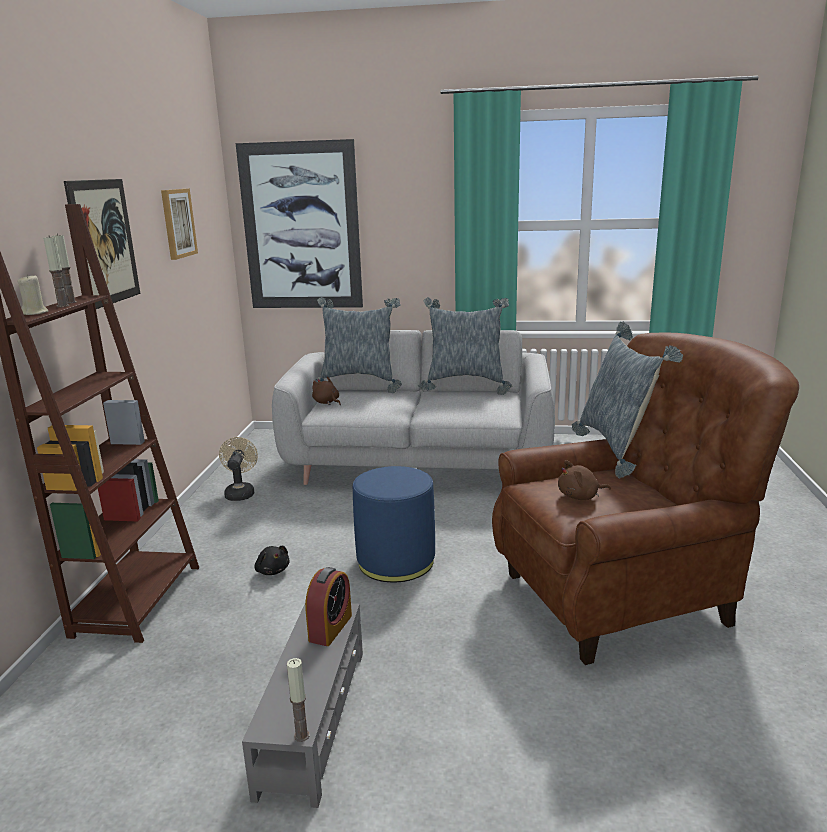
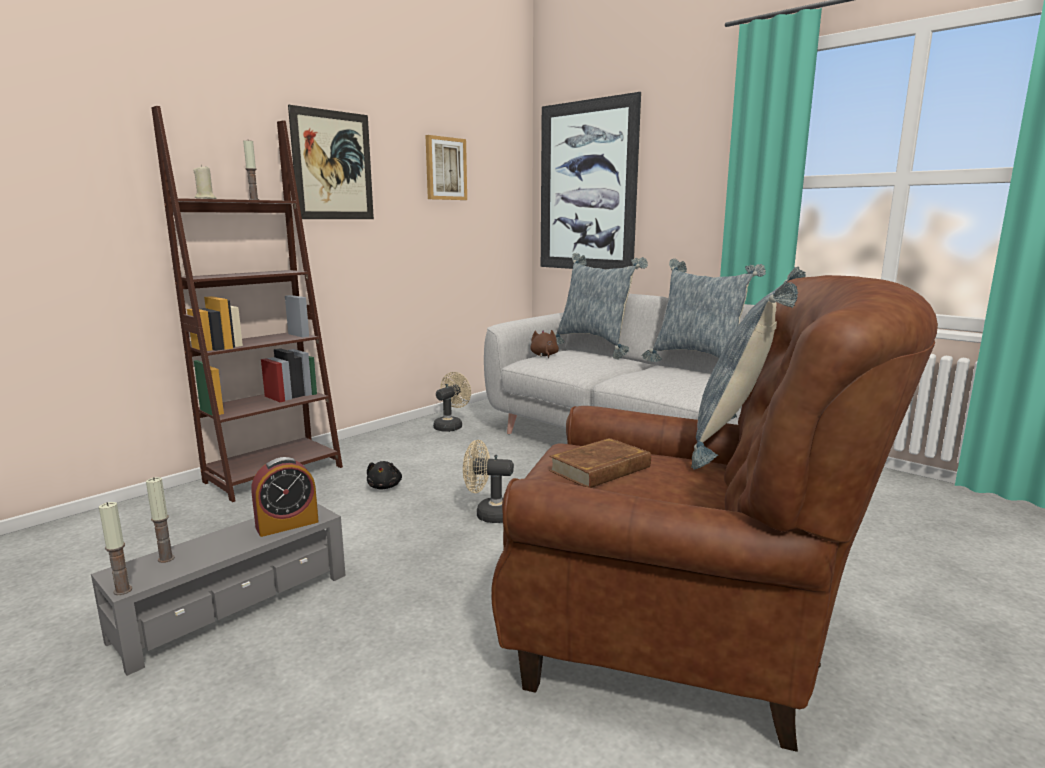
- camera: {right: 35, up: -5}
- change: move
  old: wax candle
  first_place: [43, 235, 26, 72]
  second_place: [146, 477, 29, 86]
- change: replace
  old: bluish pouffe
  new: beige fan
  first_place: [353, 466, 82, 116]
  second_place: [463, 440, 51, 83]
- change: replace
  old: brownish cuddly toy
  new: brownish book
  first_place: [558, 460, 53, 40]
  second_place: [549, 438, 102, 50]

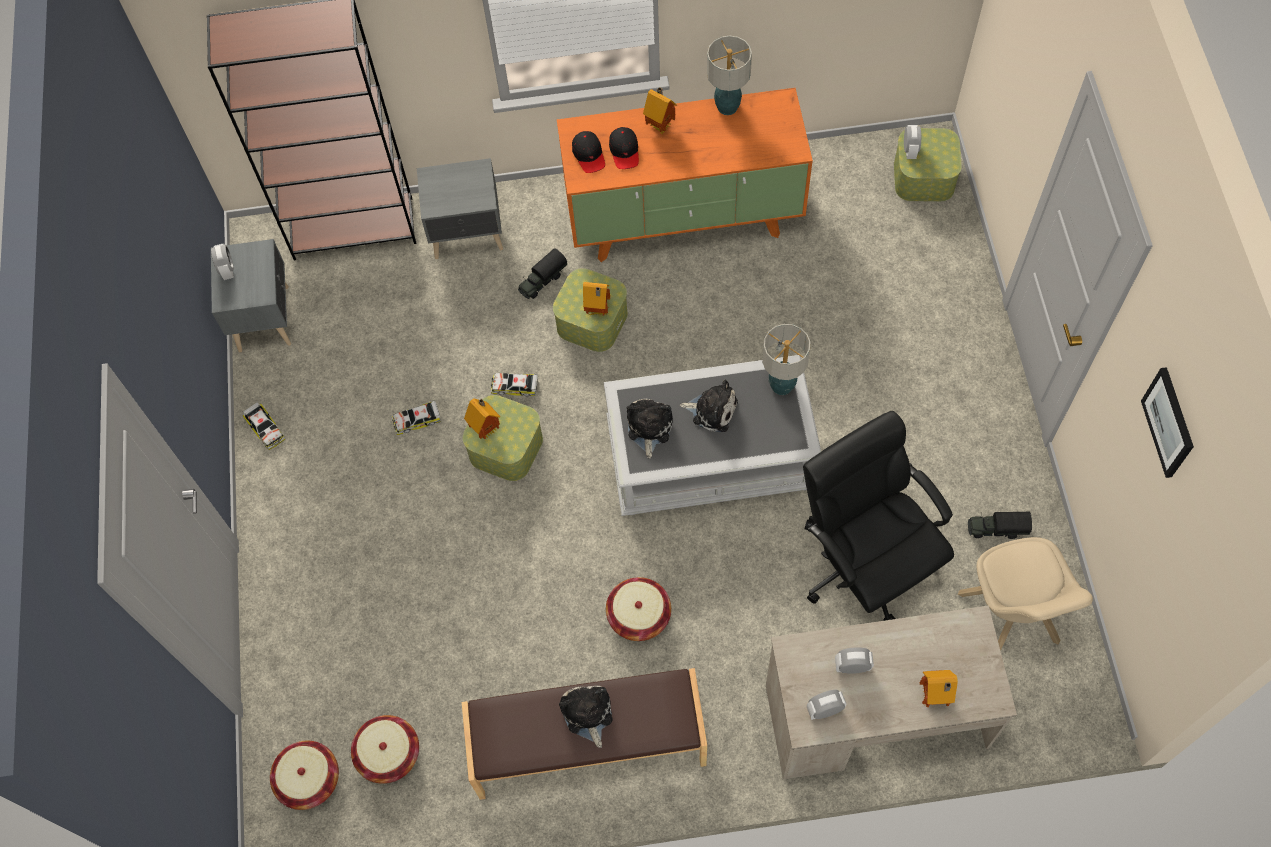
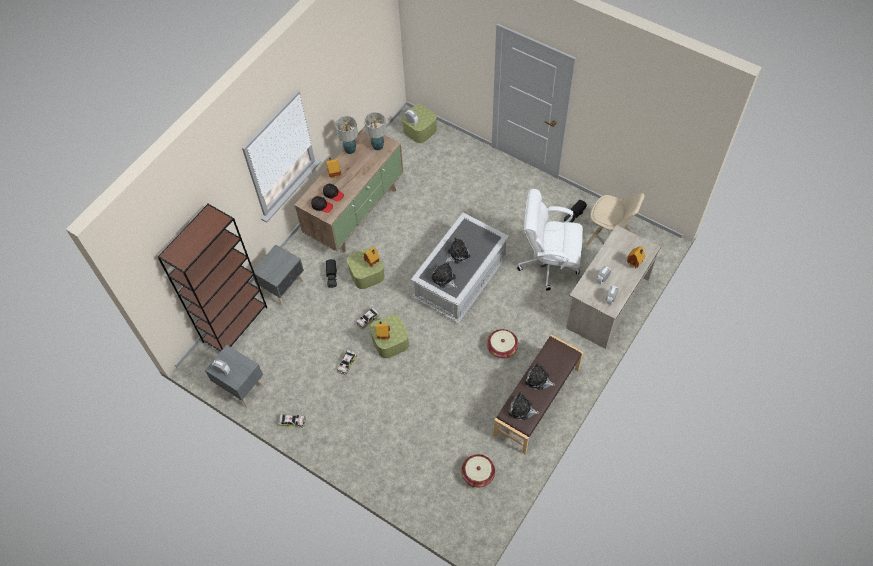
- camera: {right: -50, up: -5}
- change: recolor
  old: orange drawer chest
  new: green drawer chest
  first_place: [557, 88, 256, 174]
  second_place: [295, 126, 109, 127]
- change: move
  old: table lamp
  first_place: [762, 324, 49, 71]
  second_place: [364, 112, 23, 39]
- change: insert
  new: cuddly toy
  second_place: [509, 392, 30, 28]
- change: recolor
  old: black desk chair
  new: white-coloured desk chair
  first_place: [803, 411, 151, 210]
  second_place: [517, 189, 66, 102]
- change: delete
  old: basket
  first_place: [270, 741, 69, 69]
- change: delete
  old: wall picture
  first_place: [1141, 367, 53, 111]

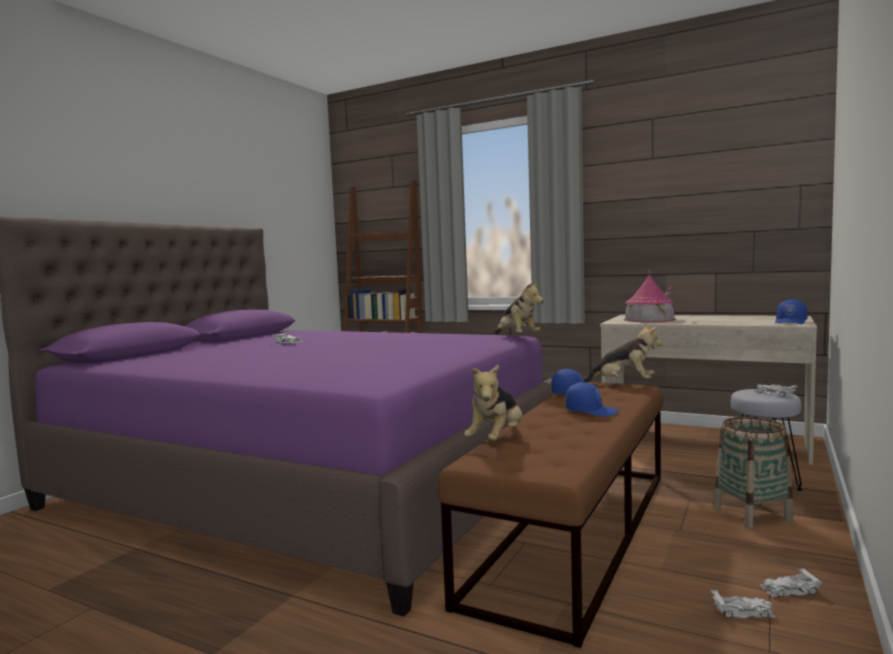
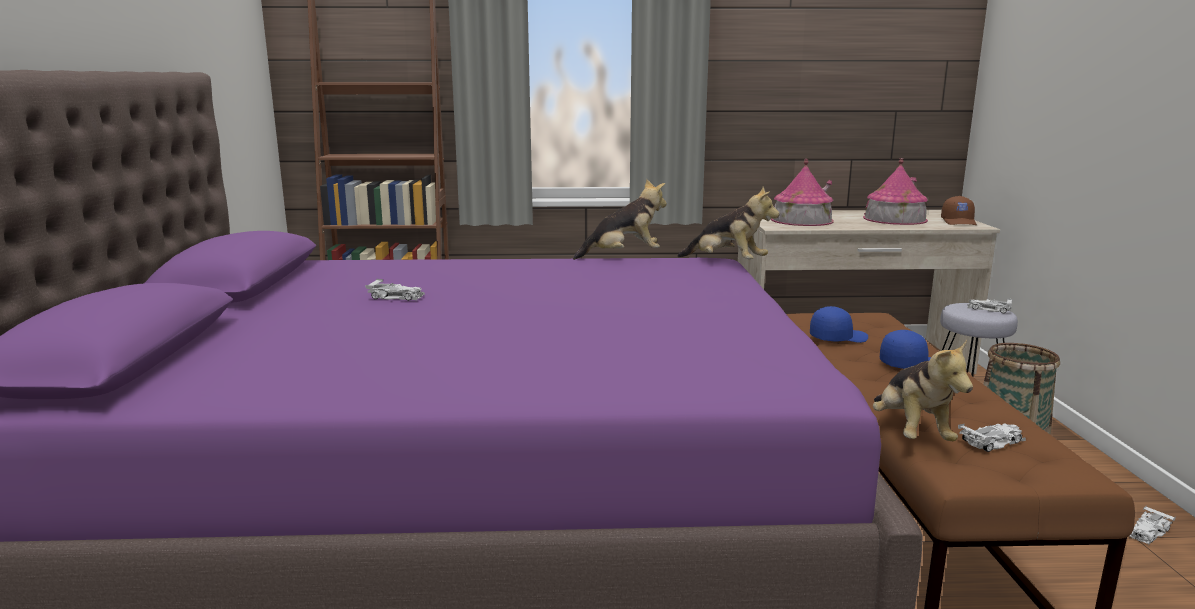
- camera: {right: -30, up: 10}
- change: move
  old: cuddly toy
  first_place: [583, 323, 79, 59]
  second_place: [573, 179, 94, 81]
- change: insert
  new: model house
  second_place: [863, 158, 65, 67]
- change: recolor
  old: bluish cap
  new: brownish cap
  first_place: [775, 299, 33, 25]
  second_place: [941, 196, 36, 29]
- change: move
  old: white-coloured toy car
  first_place: [711, 590, 64, 28]
  second_place: [958, 424, 68, 28]

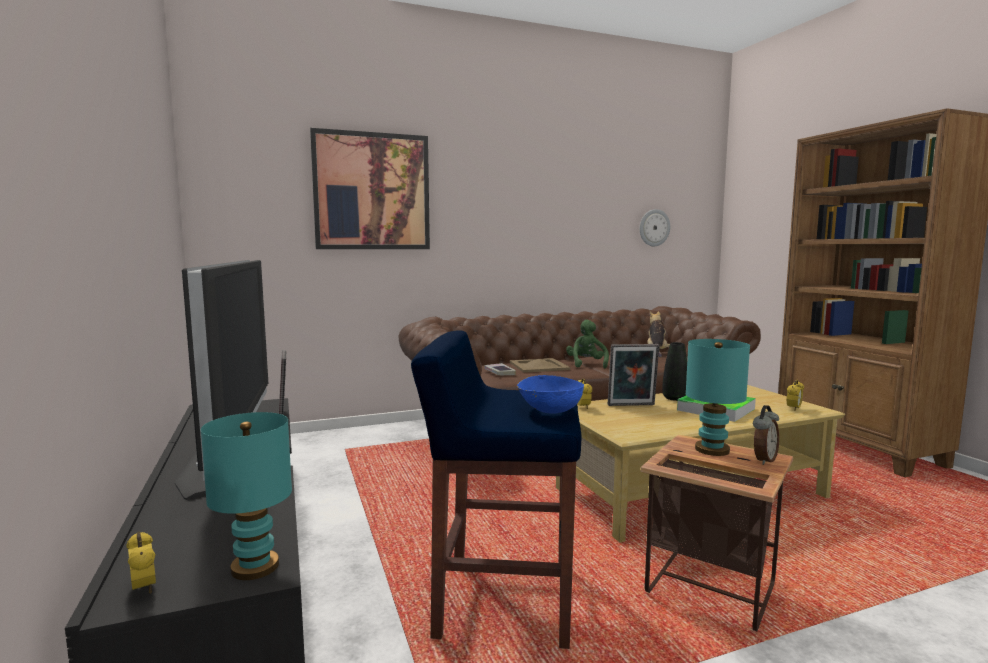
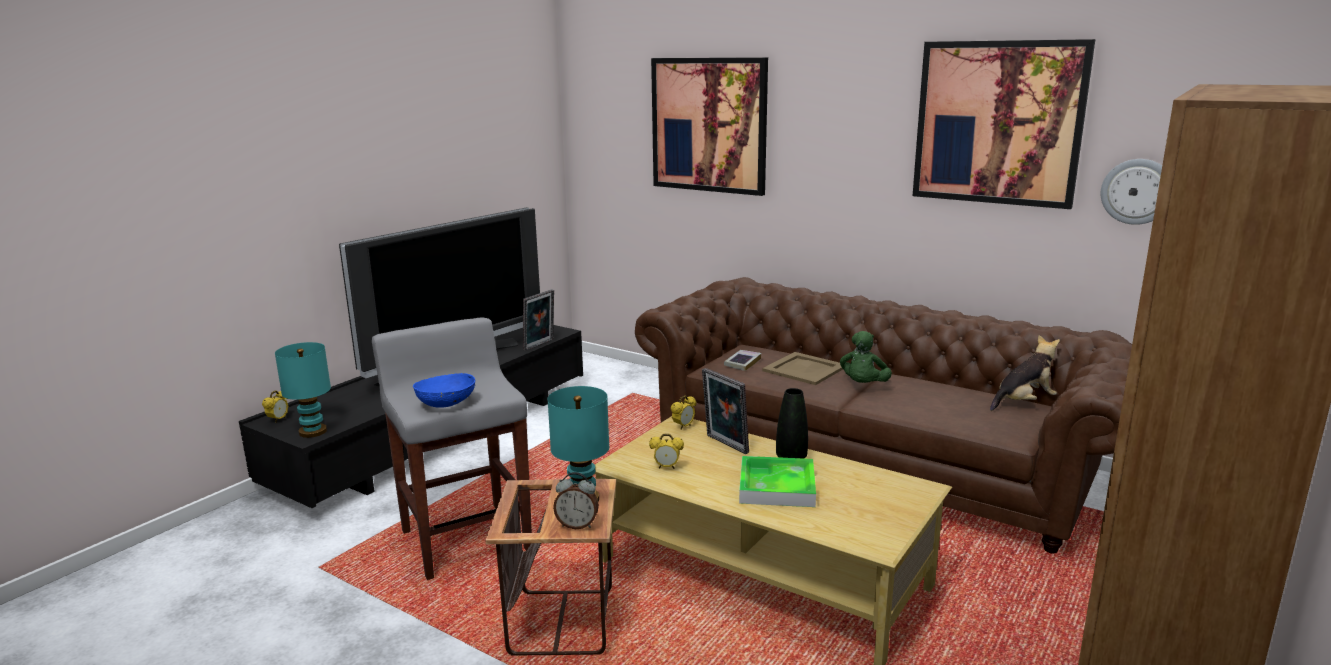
- camera: {right: 55, up: 10}
- change: recolor
  old: bluish sitting stool
  new: greyish sitting stool
  first_place: [411, 330, 171, 319]
  second_place: [372, 317, 160, 263]
- change: move
  old: table clock
  first_place: [787, 380, 17, 31]
  second_place: [649, 434, 35, 35]
- change: rotate
  old: green cuddly toy
  first_place: [566, 320, 43, 49]
  second_place: [840, 331, 52, 52]
  degrees: 150
- change: insert
  new: wall picture
  second_place: [913, 39, 182, 170]

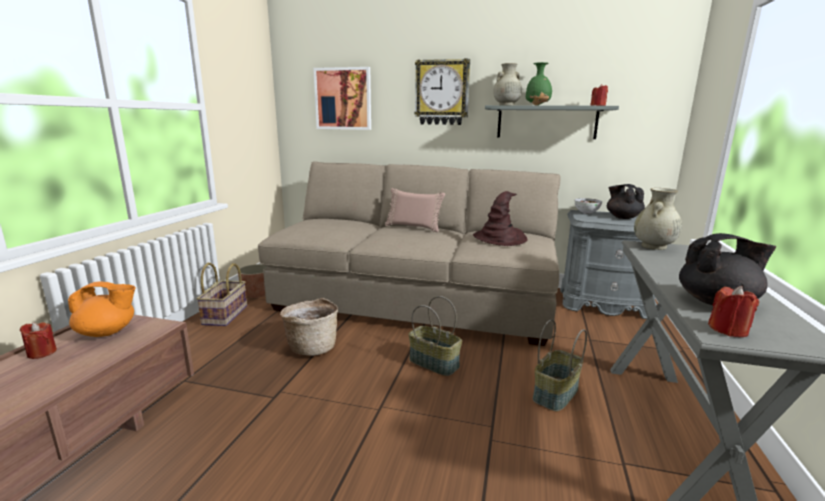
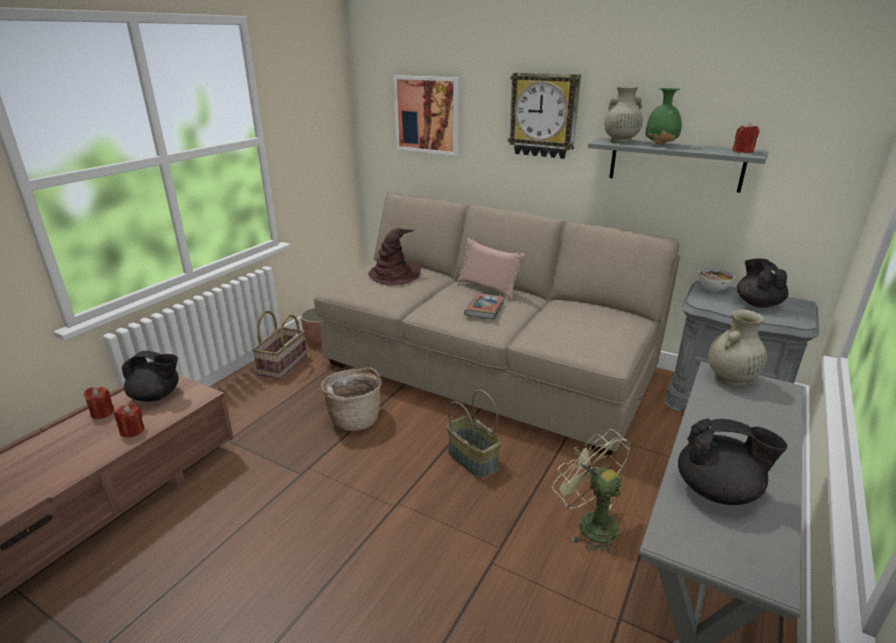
- camera: {right: 15, up: 10}
- change: move
  old: red wax candle
  first_place: [708, 286, 51, 51]
  second_place: [114, 403, 31, 34]
- change: recolor
  old: orange pot for tea
  new: black pot for tea
  first_place: [68, 281, 67, 56]
  second_place: [122, 351, 57, 50]
- change: move
  old: brownish clothing hat
  first_place: [473, 191, 55, 55]
  second_place: [368, 228, 53, 58]
- change: insert
  new: book
  second_place: [464, 294, 41, 25]
- change: replace
  old: basket
  new: green fan
  first_place: [533, 319, 54, 92]
  second_place: [552, 429, 78, 126]

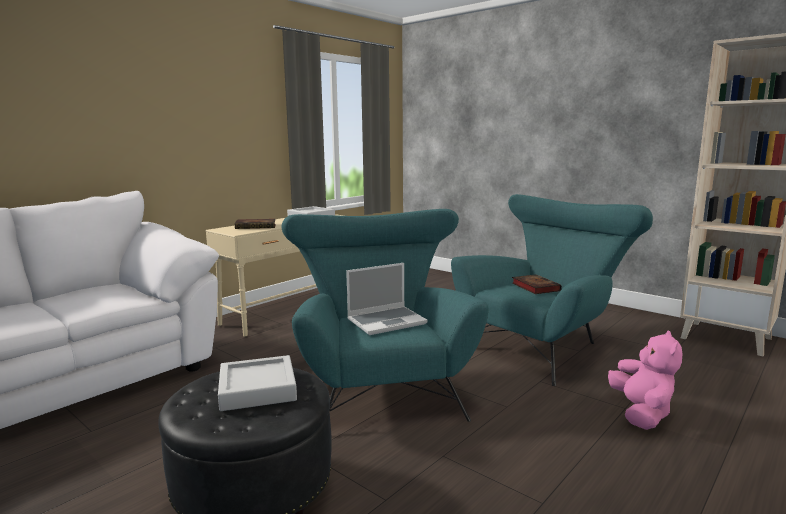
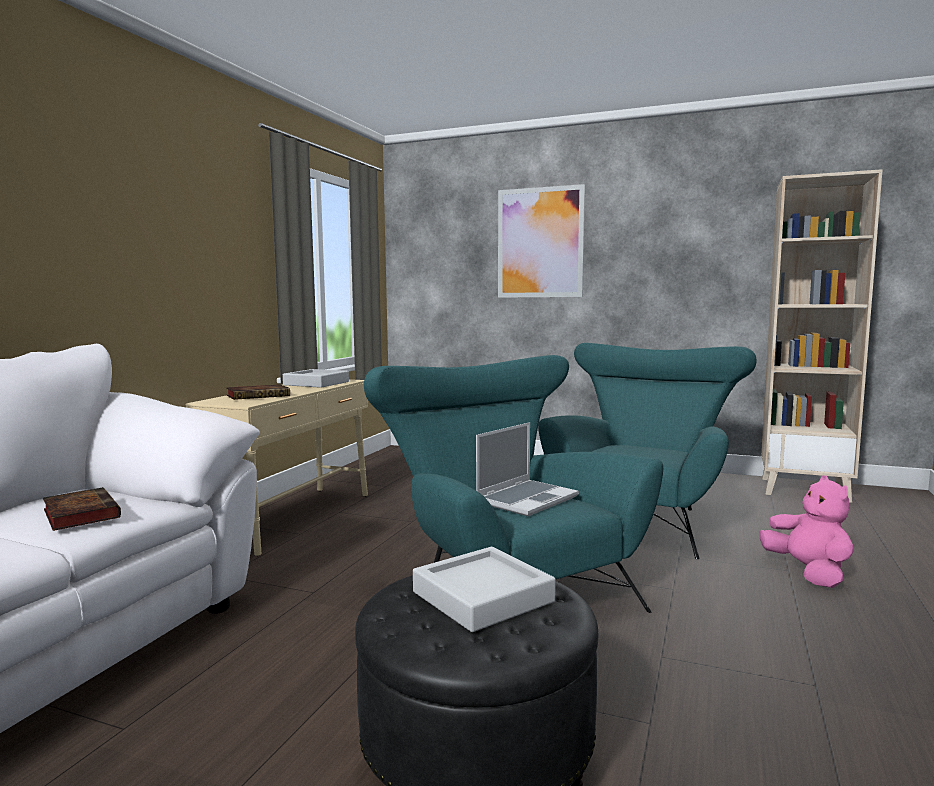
- camera: {right: -20, up: -5}
- change: move
  old: book
  first_place: [512, 274, 50, 20]
  second_place: [43, 487, 78, 44]
- change: insert
  new: wall picture
  second_place: [498, 184, 87, 114]

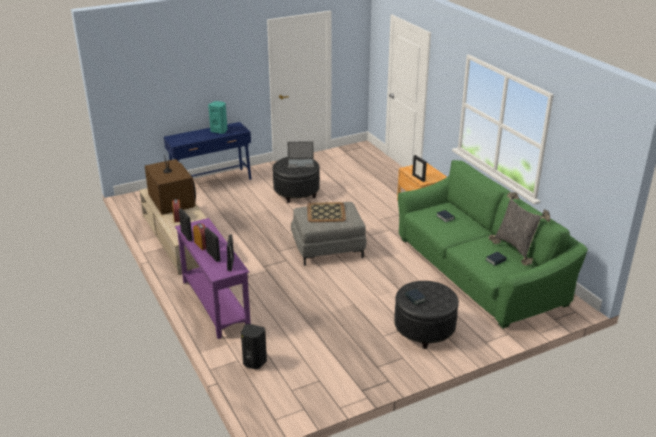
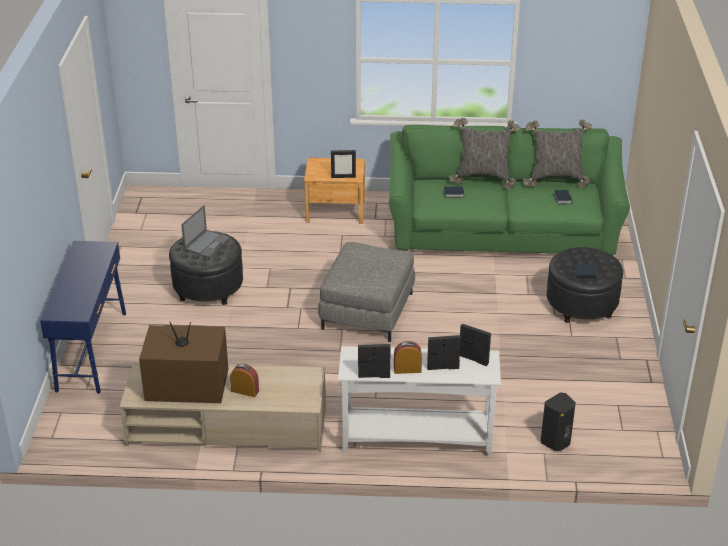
- camera: {right: -60, up: 5}
- change: recolor
  old: purple-coloured narrow table
  new: white-coloured narrow table
  first_place: [175, 218, 76, 121]
  second_place: [338, 346, 163, 111]
- change: insert
  new: throw pillow
  second_place: [449, 118, 71, 71]
- change: delete
  old: blue-green loudspeaker
  first_place: [208, 101, 20, 33]
- change: delete
  old: carrying tray
  first_place: [307, 202, 39, 20]

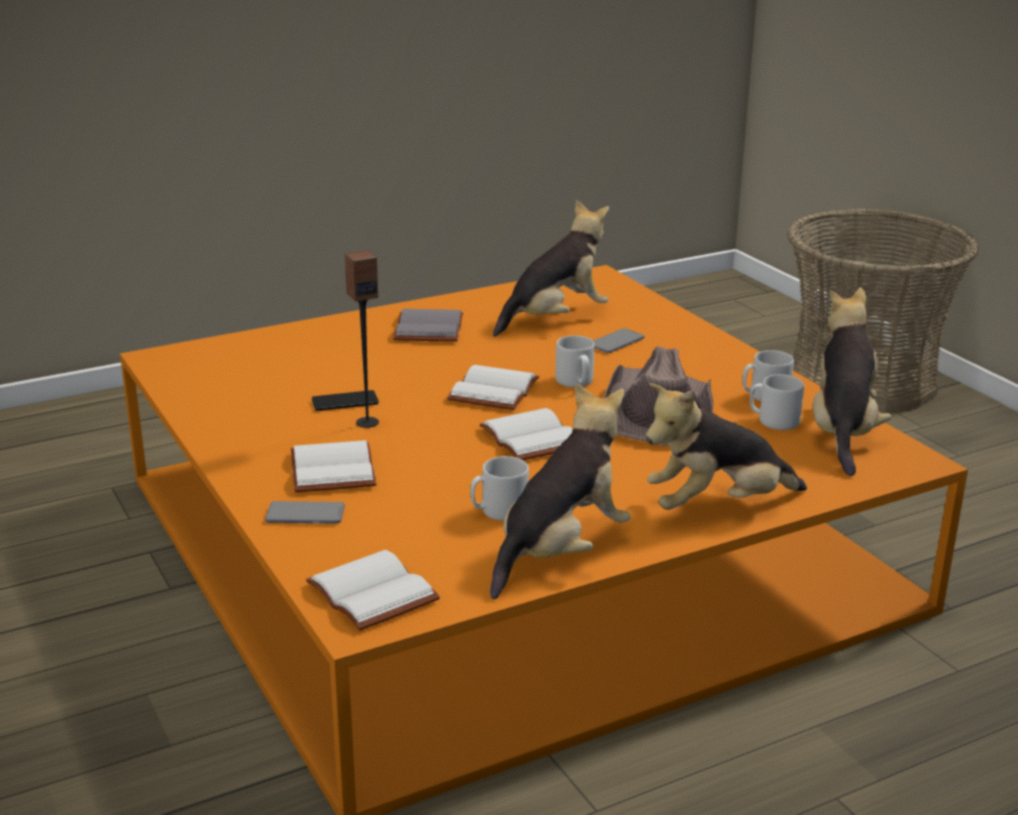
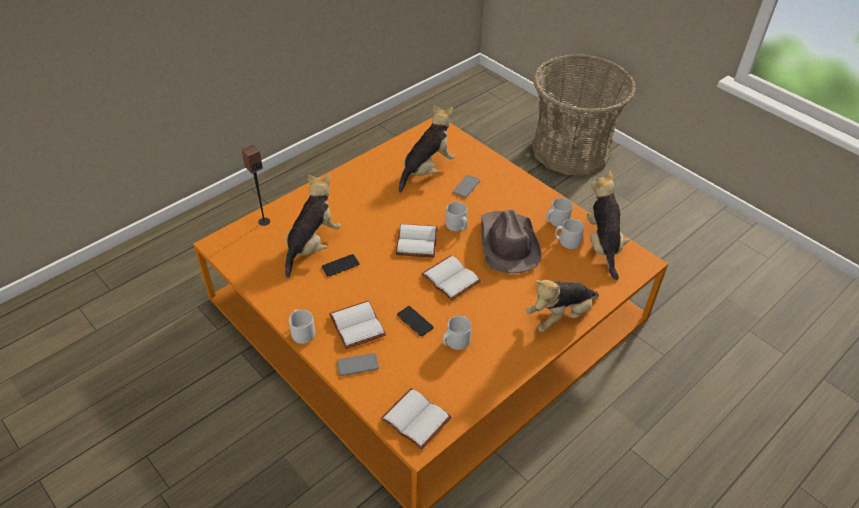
- camera: {right: -15, up: 20}
- change: move
  old: loudspeaker
  first_place: [345, 250, 34, 178]
  second_place: [241, 145, 29, 81]
- change: move
  old: cuddly toy
  first_place: [490, 383, 141, 216]
  second_place: [285, 174, 56, 104]
- change: insert
  new: greyish coffee mug
  second_place: [289, 310, 26, 34]
- change: insert
  new: handset
  second_place: [397, 306, 37, 30]
- change: delete
  old: greyish book
  first_place: [393, 309, 70, 33]

